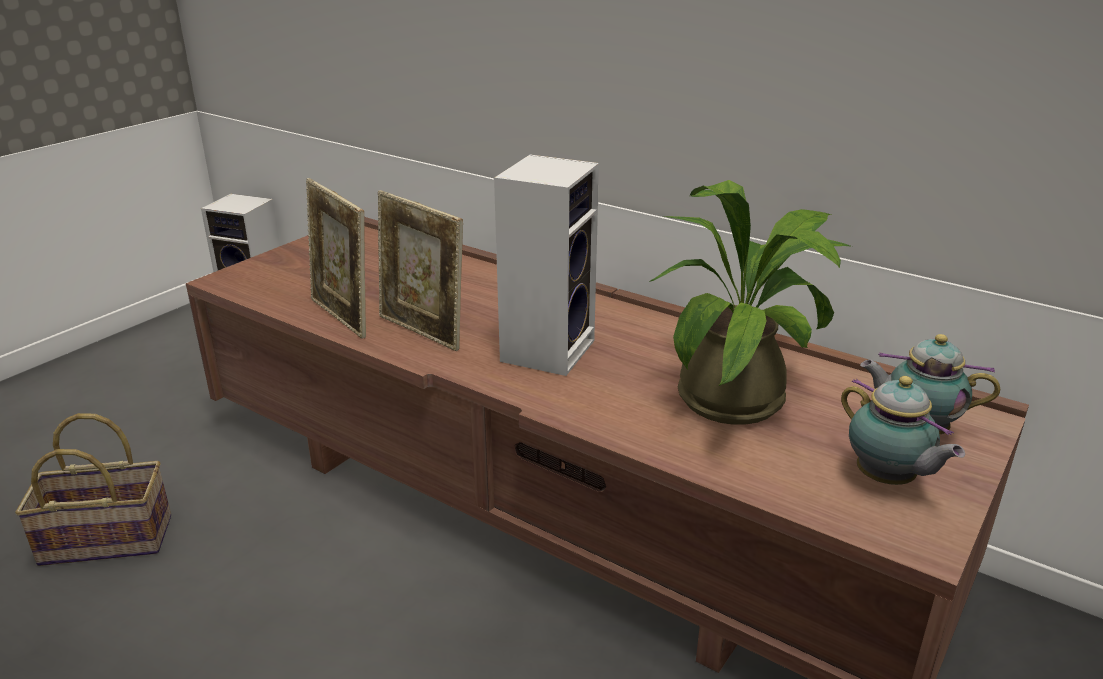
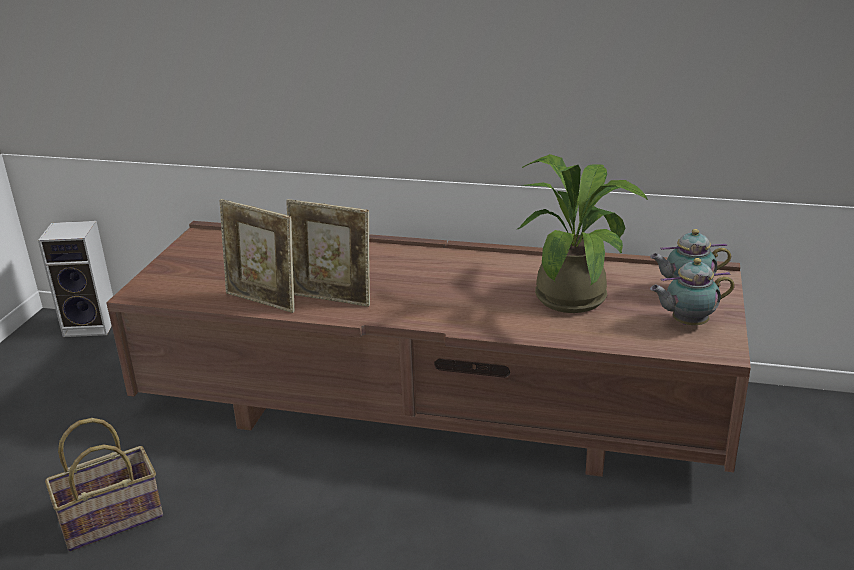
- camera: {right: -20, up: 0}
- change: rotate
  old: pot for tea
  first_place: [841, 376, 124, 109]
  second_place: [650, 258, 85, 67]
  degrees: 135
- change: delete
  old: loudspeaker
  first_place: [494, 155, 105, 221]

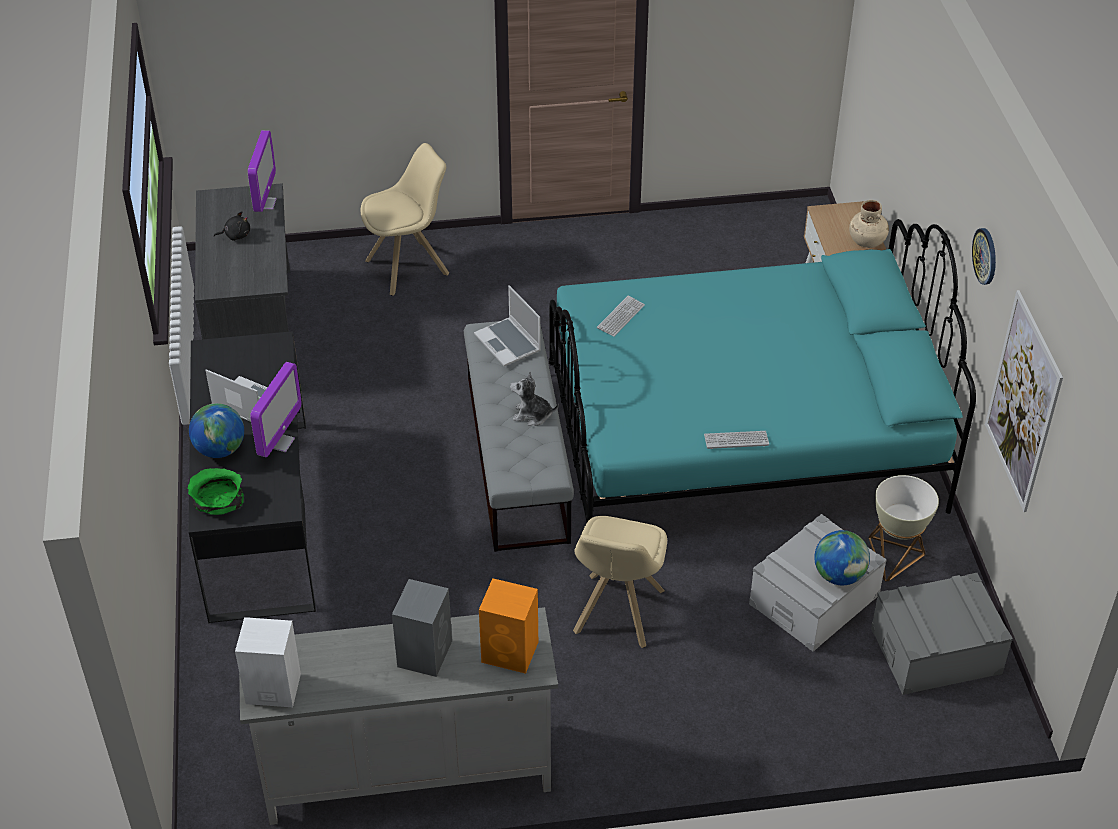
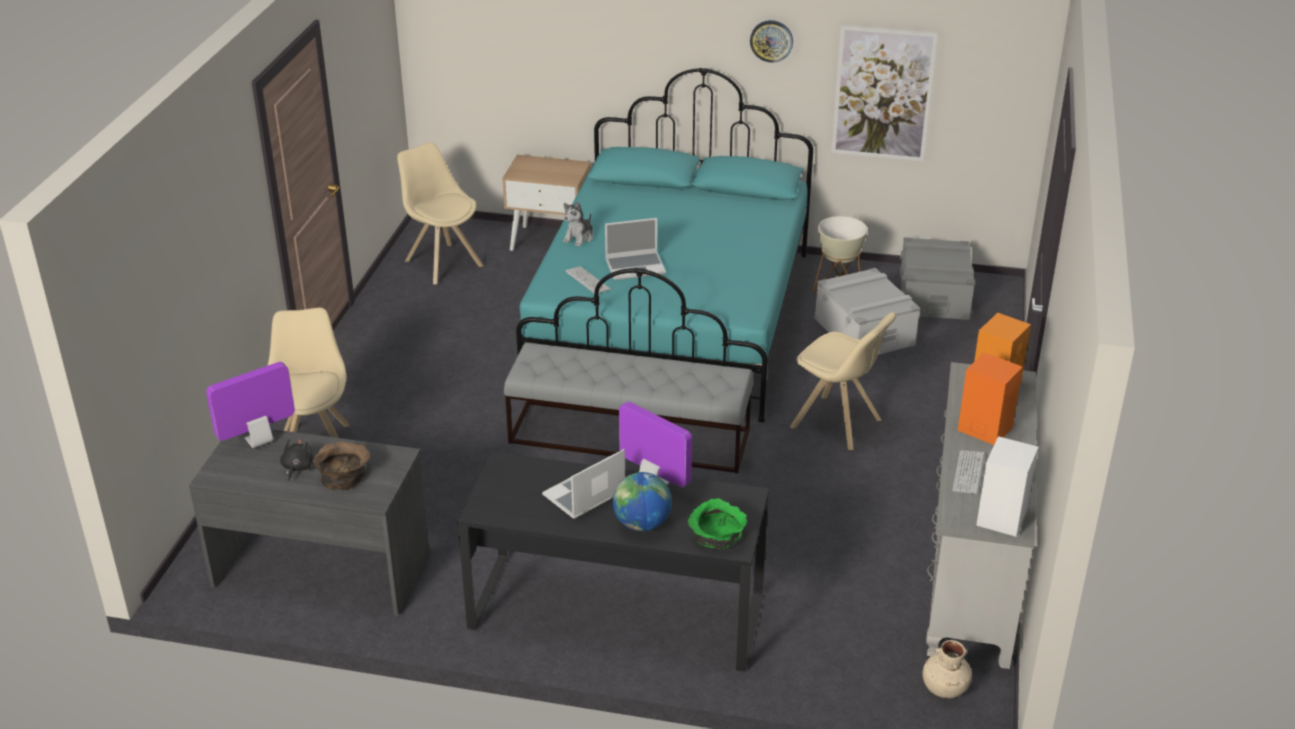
- camera: {right: -70, up: -10}
- change: rotate
  old: computer display
  first_place: [248, 130, 29, 82]
  second_place: [206, 362, 89, 86]
  degrees: -60
- change: insert
  new: brownish serving bowl
  second_place: [313, 442, 57, 48]
- change: insert
  new: beige plain chair
  second_place: [397, 142, 86, 143]
- change: move
  old: cuddly toy
  first_place: [510, 372, 49, 54]
  second_place: [563, 201, 30, 46]
- change: move
  old: portable computer
  first_place: [474, 285, 67, 81]
  second_place: [605, 218, 61, 62]
- change: move
  old: beige decorative vase
  first_place: [849, 200, 40, 48]
  second_place: [922, 640, 50, 58]
- change: move
  old: PC keyboard
  first_place: [704, 431, 65, 18]
  second_place: [952, 450, 32, 44]
- change: recolor
  old: greyish loudspeaker
  new: orange loudspeaker
  first_place: [392, 579, 60, 98]
  second_place: [958, 352, 65, 93]
- change: delete
  old: world globe
  first_place: [814, 530, 56, 55]

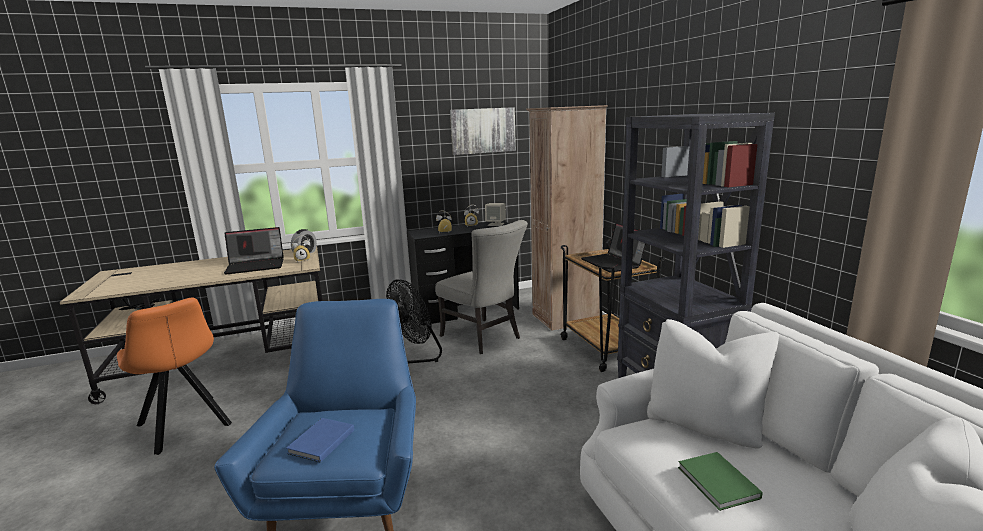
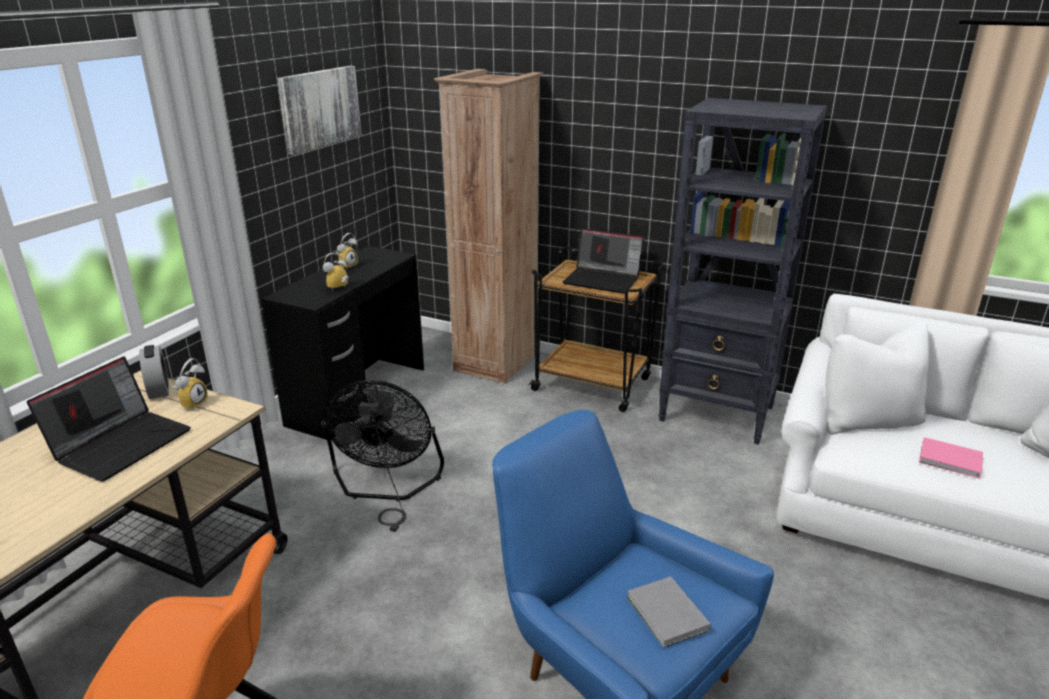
- camera: {right: -45, up: 10}
- change: recolor
  old: bluish book
  new: greyish book
  first_place: [286, 418, 68, 45]
  second_place: [627, 576, 84, 72]
- change: recolor
  old: green book
  new: pink-coloured book
  first_place: [678, 452, 85, 59]
  second_place: [919, 437, 64, 42]
- change: delete
  old: greyish plain chair
  first_place: [435, 220, 93, 134]
- change: delete
  old: beige loudspeaker
  first_place: [485, 203, 21, 23]

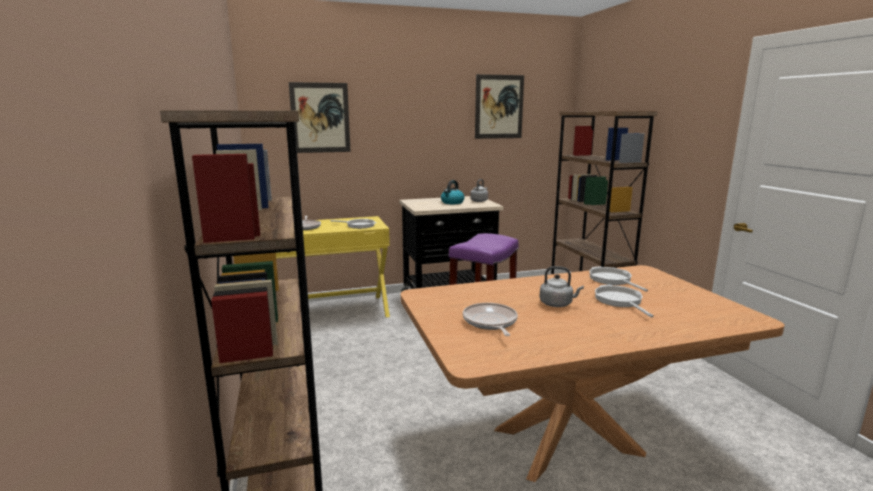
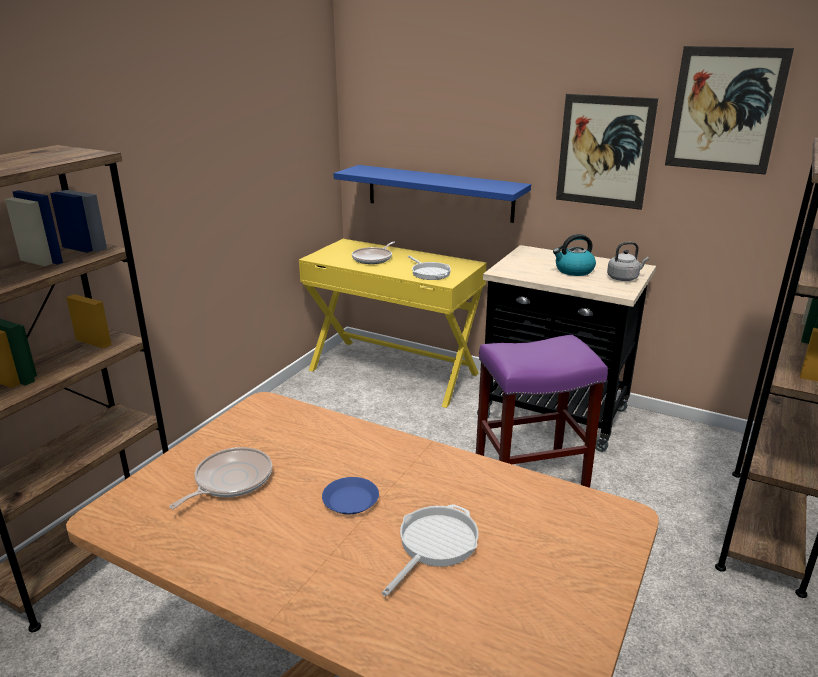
- camera: {right: 45, up: 10}
- change: replace
  old: greyish kettle
  new: bluish dinner plate
  first_place: [539, 266, 45, 41]
  second_place: [322, 477, 57, 37]
- change: insert
  new: bluish wall shelf
  second_place: [333, 165, 198, 58]
- change: move
  old: wall picture
  first_place: [289, 82, 62, 71]
  second_place: [556, 94, 102, 116]
- change: delete
  old: pan
  first_place: [590, 267, 58, 25]

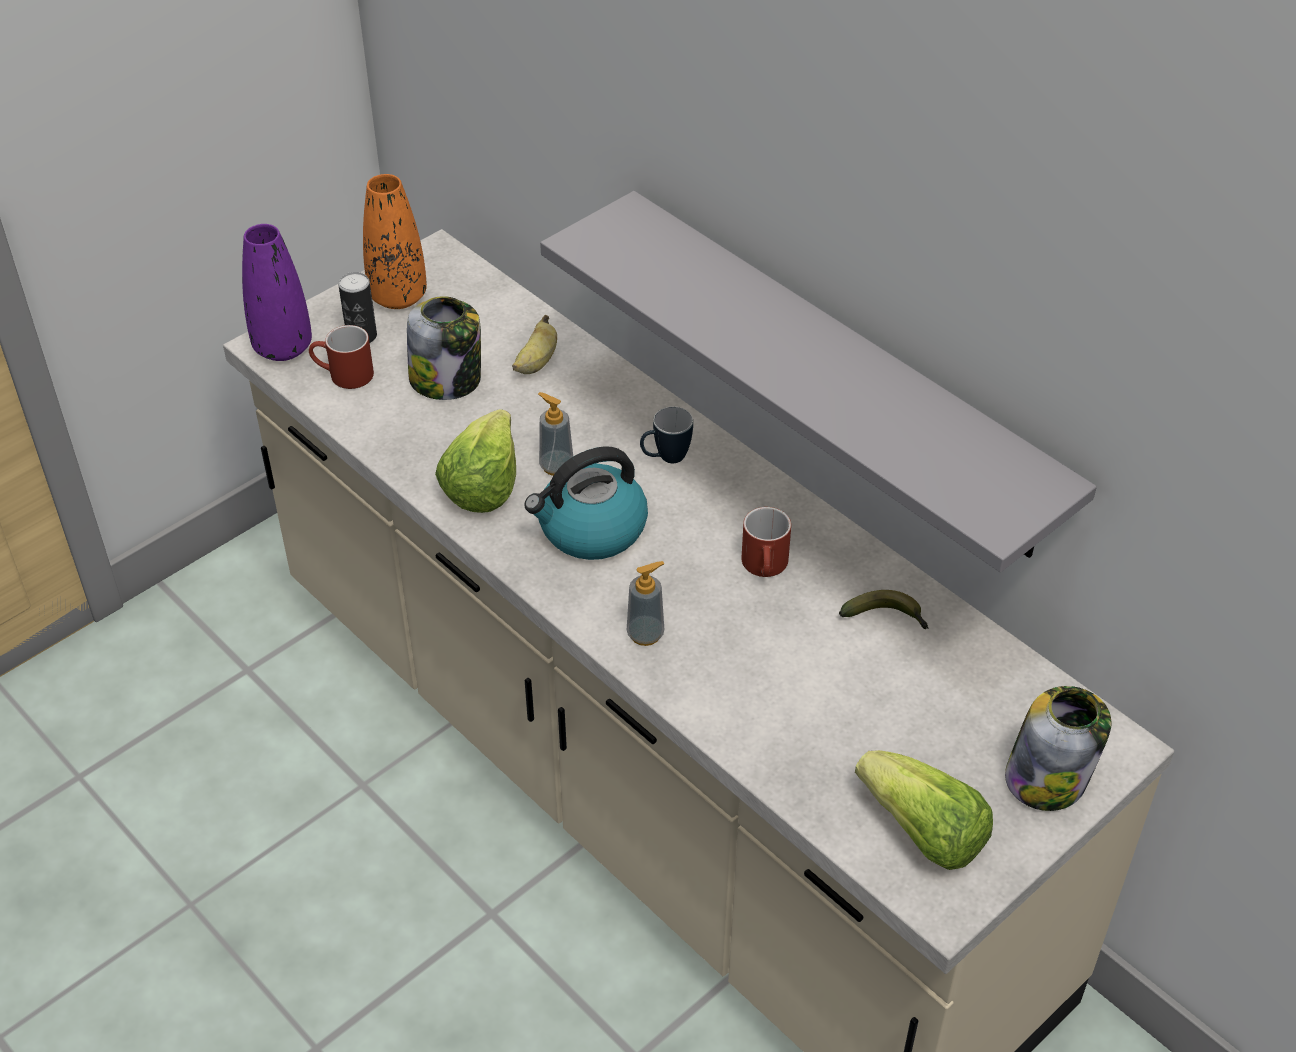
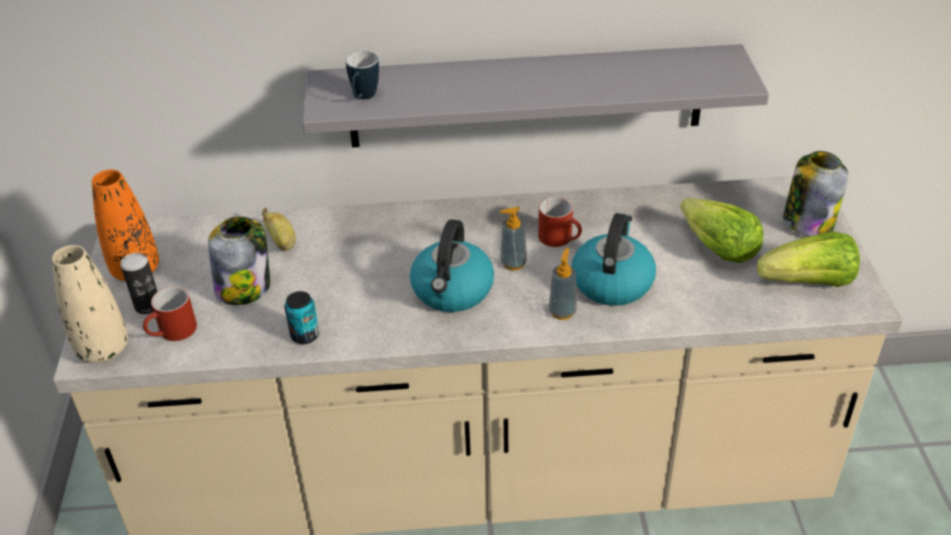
- camera: {right: -50, up: -5}
- change: recolor
  old: purple-coloured decorative vase
  new: beige decorative vase
  first_place: [242, 224, 70, 137]
  second_place: [52, 245, 76, 118]
- change: insert
  new: can
  second_place: [284, 291, 35, 53]
- change: move
  old: coffee mug
  first_place: [640, 406, 53, 57]
  second_place: [345, 51, 34, 48]
- change: move
  old: soap bottle
  first_place: [538, 392, 35, 84]
  second_place: [500, 207, 27, 63]
- change: insert
  new: kettle
  second_place: [572, 213, 84, 93]
- change: move
  old: lettuce head
  first_place: [435, 409, 81, 104]
  second_place: [680, 198, 84, 65]
- change: delete
  old: whole banana
  first_place: [839, 590, 89, 39]

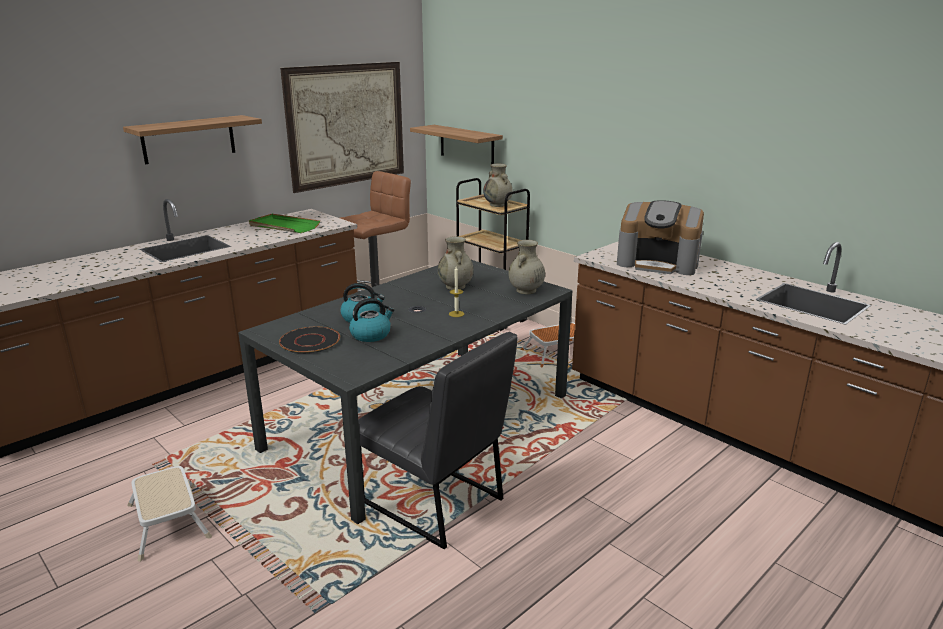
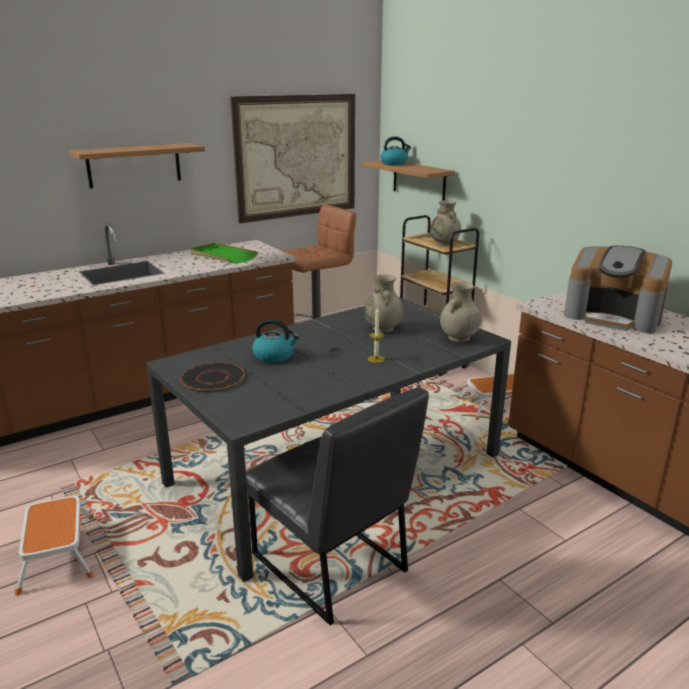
- camera: {right: 10, up: 0}
- change: recolor
  old: beige step ladder
  new: orange step ladder
  first_place: [127, 466, 85, 96]
  second_place: [15, 496, 79, 100]
- change: move
  old: kettle
  first_place: [349, 298, 45, 44]
  second_place: [381, 136, 30, 29]

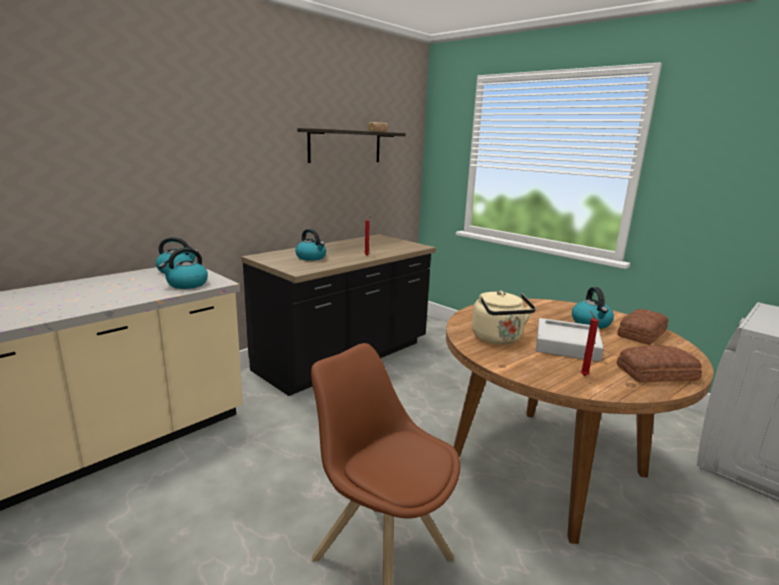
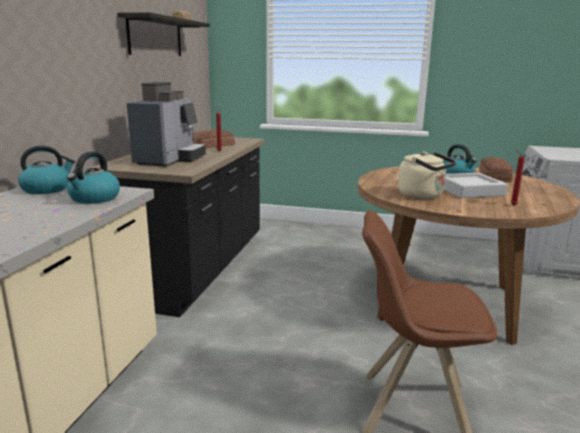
- camera: {right: -30, up: 0}
- change: replace
  old: kettle
  new: coffee brewer
  first_place: [295, 229, 31, 32]
  second_place: [127, 82, 79, 84]
- change: move
  old: bread
  first_place: [617, 345, 85, 37]
  second_place: [193, 130, 42, 18]

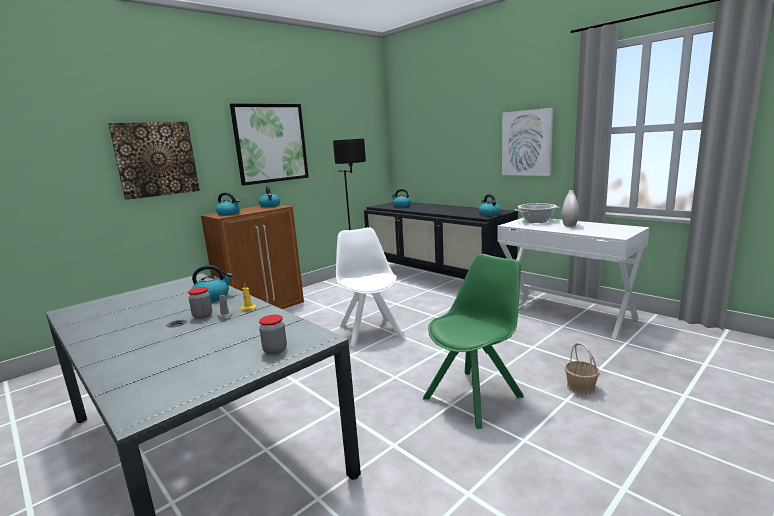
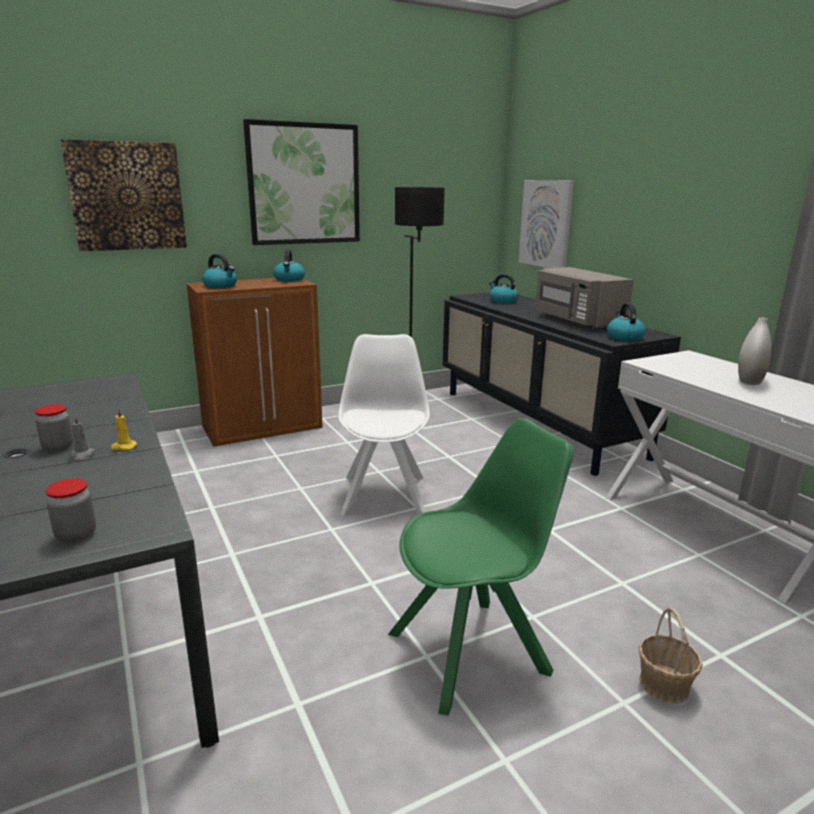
- camera: {right: 15, up: 5}
- change: move
  old: wall picture
  first_place: [502, 108, 51, 68]
  second_place: [519, 180, 55, 88]
- change: insert
  new: greyish microwave
  second_place: [535, 267, 99, 62]
- change: delete
  old: kettle
  first_place: [192, 265, 41, 37]
- change: delete
  old: stockpot
  first_place: [515, 203, 45, 20]

